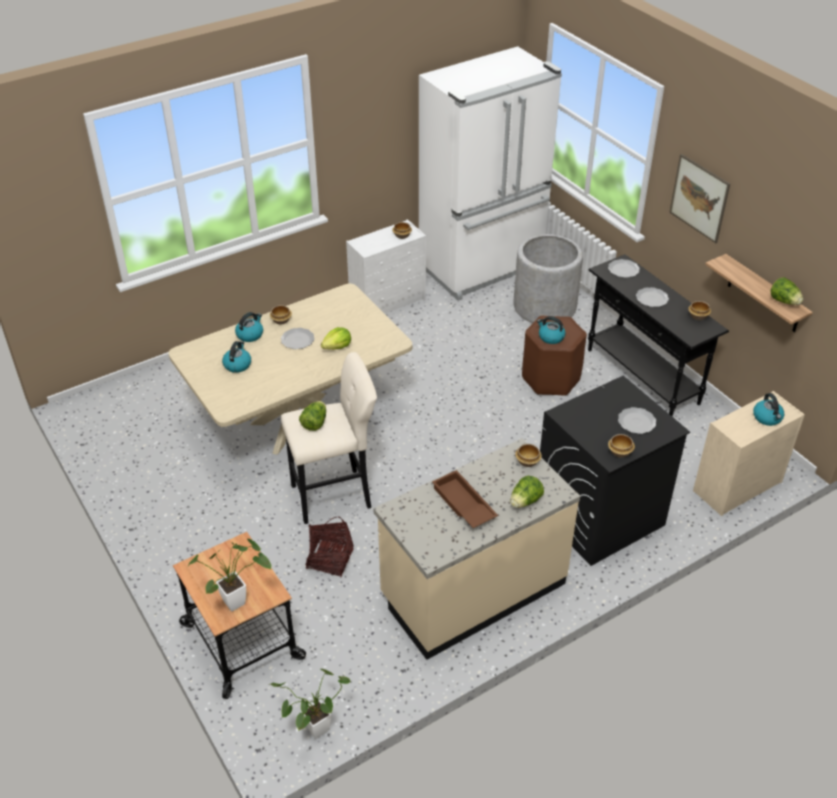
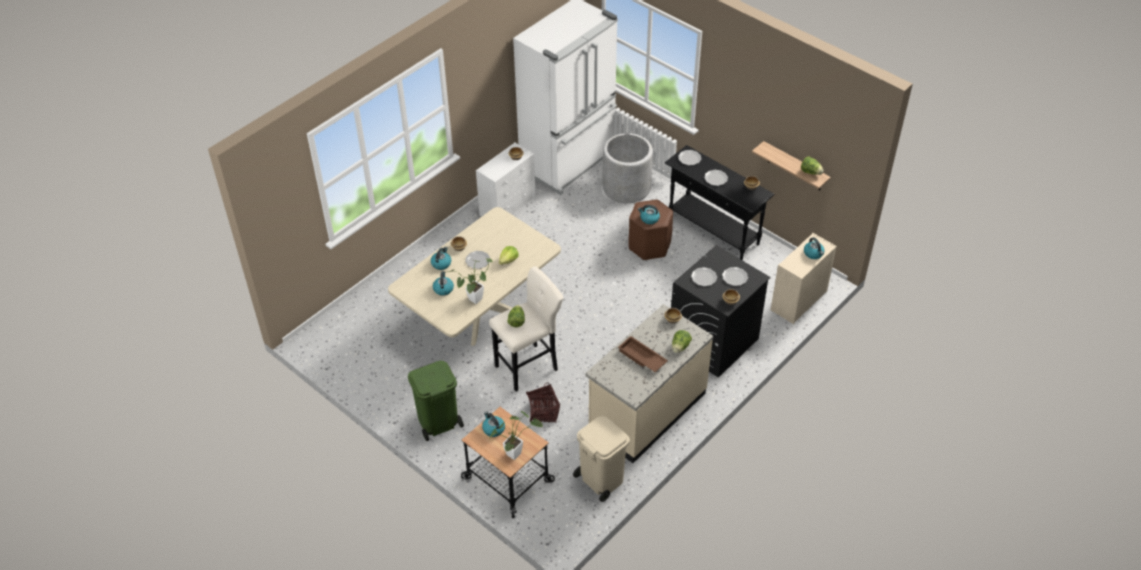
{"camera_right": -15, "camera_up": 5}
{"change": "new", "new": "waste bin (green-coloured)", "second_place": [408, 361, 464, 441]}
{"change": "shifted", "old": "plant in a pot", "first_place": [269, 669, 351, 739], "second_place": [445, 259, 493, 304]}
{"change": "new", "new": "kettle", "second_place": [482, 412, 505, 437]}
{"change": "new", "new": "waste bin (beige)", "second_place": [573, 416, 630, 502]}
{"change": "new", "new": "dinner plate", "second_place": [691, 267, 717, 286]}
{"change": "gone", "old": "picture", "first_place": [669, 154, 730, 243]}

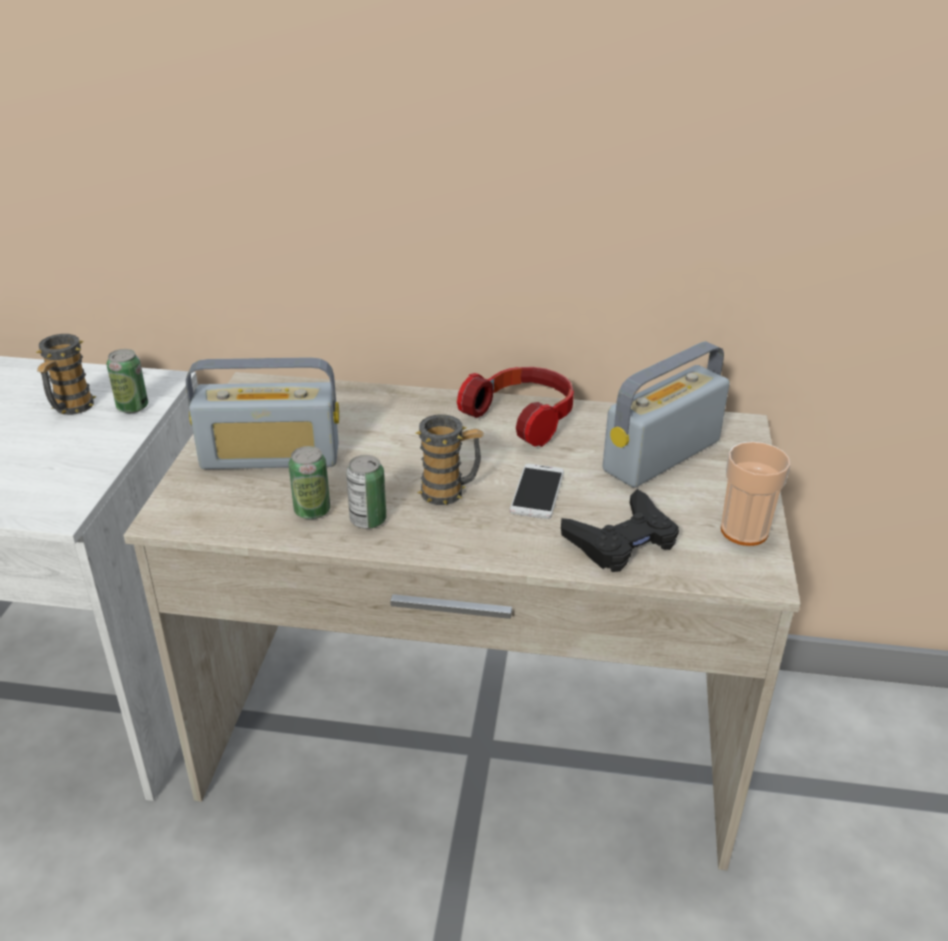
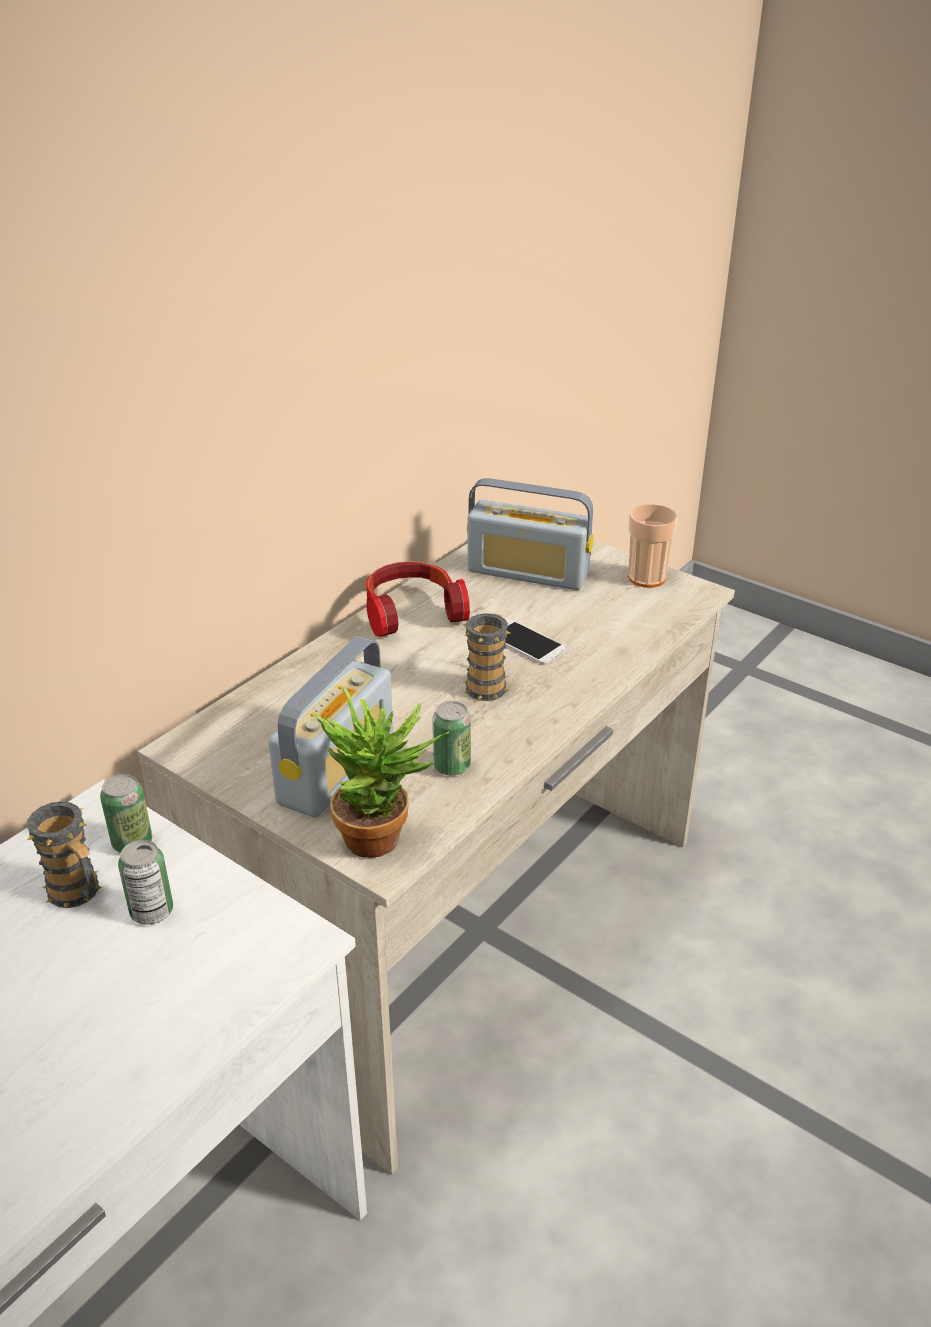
{"camera_right": -60, "camera_up": 0}
{"change": "shifted", "old": "metal can", "first_place": [346, 455, 386, 529], "second_place": [118, 840, 173, 925]}
{"change": "new", "new": "plant in a pot", "second_place": [315, 686, 449, 858]}
{"change": "rotated", "old": "radio set", "first_place": [603, 341, 730, 488], "second_place": [467, 478, 594, 590], "degrees": -60}
{"change": "gone", "old": "game controller (blackish)", "first_place": [561, 489, 679, 572]}

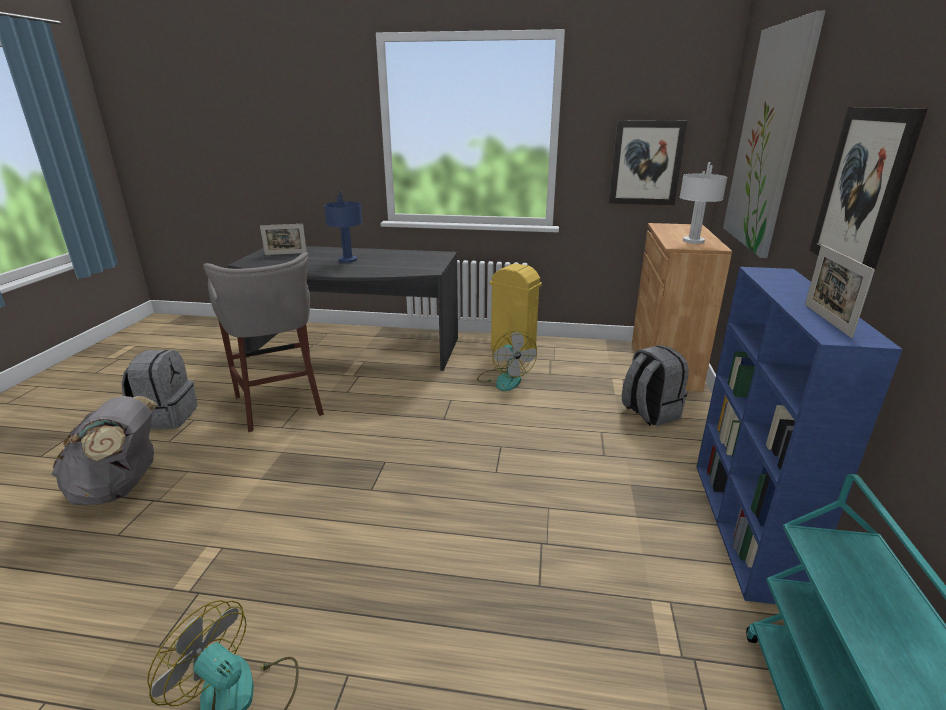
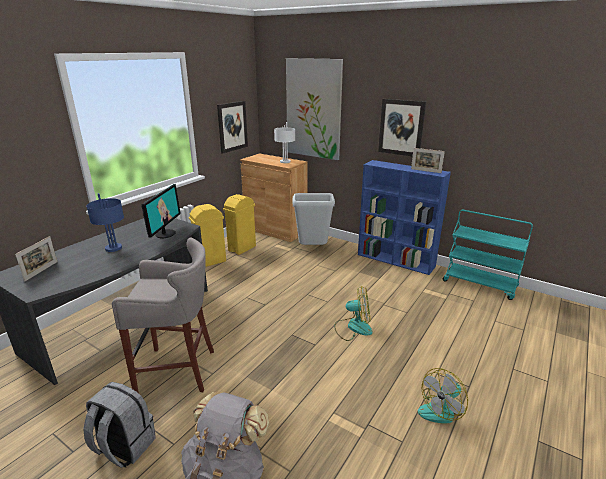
{"camera_right": -65, "camera_up": 0}
{"change": "new", "new": "computer display", "second_place": [141, 184, 181, 238]}
{"change": "new", "new": "waste bin (yellowish)", "second_place": [223, 194, 256, 255]}
{"change": "swapped", "old": "rucksack (gray)", "new": "waste bin (gray)", "first_place": [622, 345, 689, 426], "second_place": [292, 193, 335, 245]}
{"change": "shifted", "old": "cooling fan", "first_place": [477, 330, 537, 391], "second_place": [334, 286, 372, 341]}

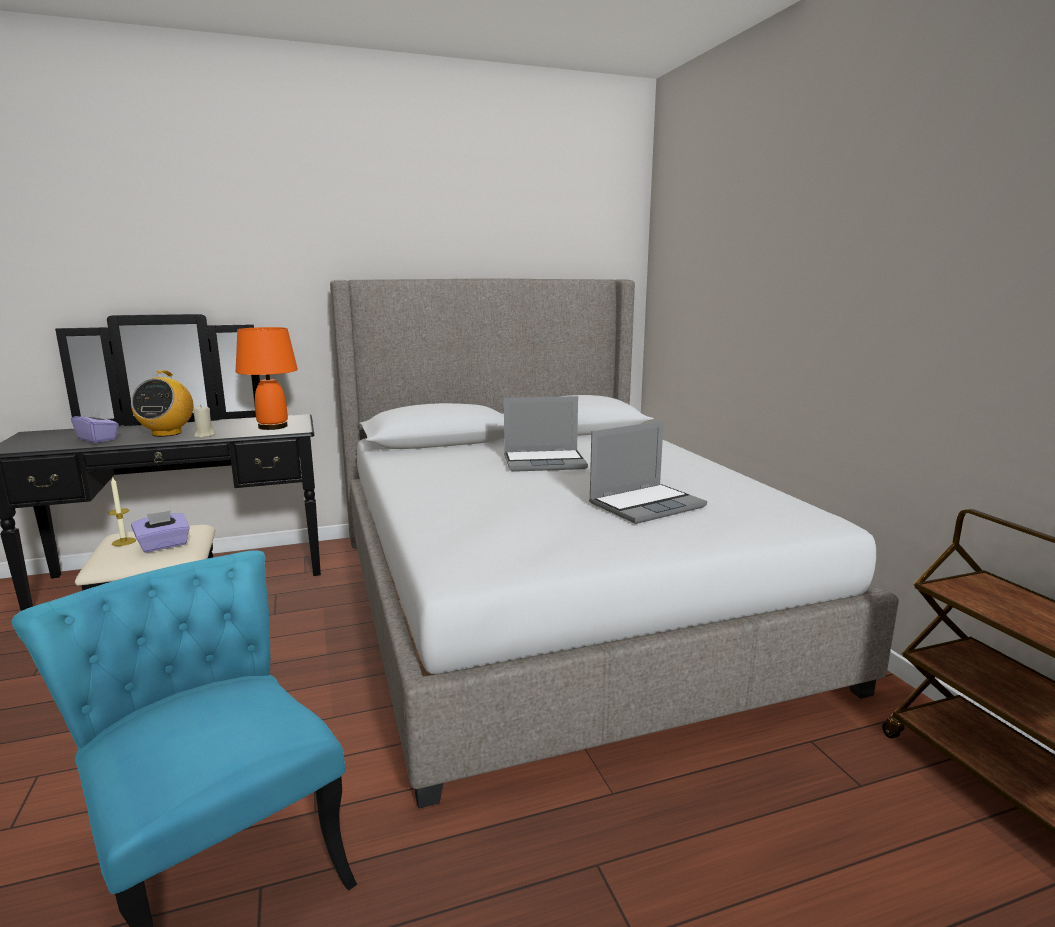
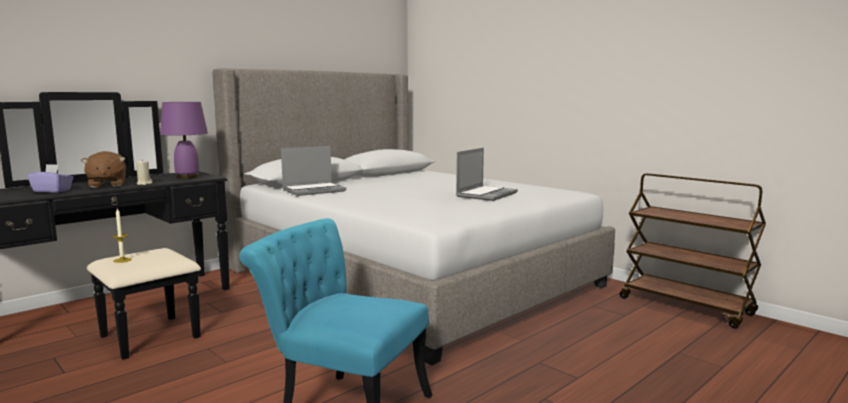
{"camera_right": -25, "camera_up": -5}
{"change": "swapped", "old": "radio set", "new": "cuddly toy (brown-coloured)", "first_place": [131, 370, 193, 437], "second_place": [81, 151, 126, 188]}
{"change": "repainted", "old": "tabletop lamp (orange)", "new": "tabletop lamp (purplish)", "first_place": [236, 327, 298, 430], "second_place": [160, 102, 208, 179]}
{"change": "shifted", "old": "notebook computer", "first_place": [504, 396, 588, 472], "second_place": [281, 146, 347, 196]}
{"change": "gone", "old": "tissue holder (purplish)", "first_place": [131, 510, 190, 553]}

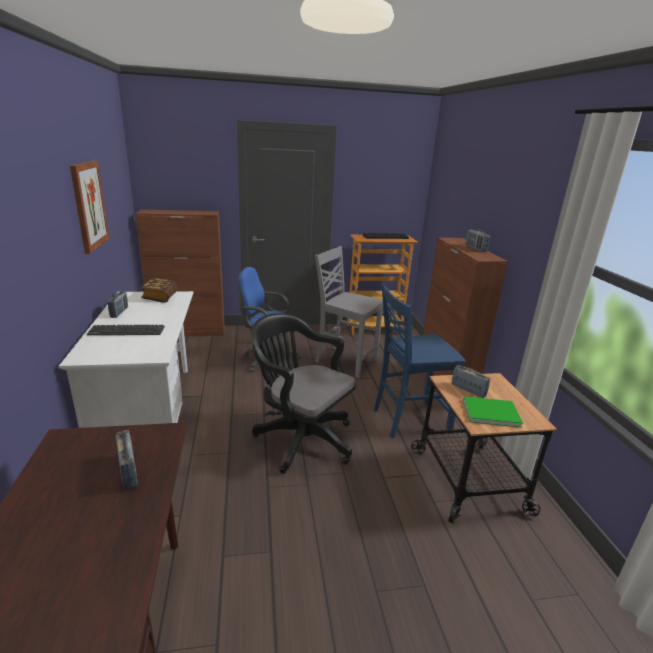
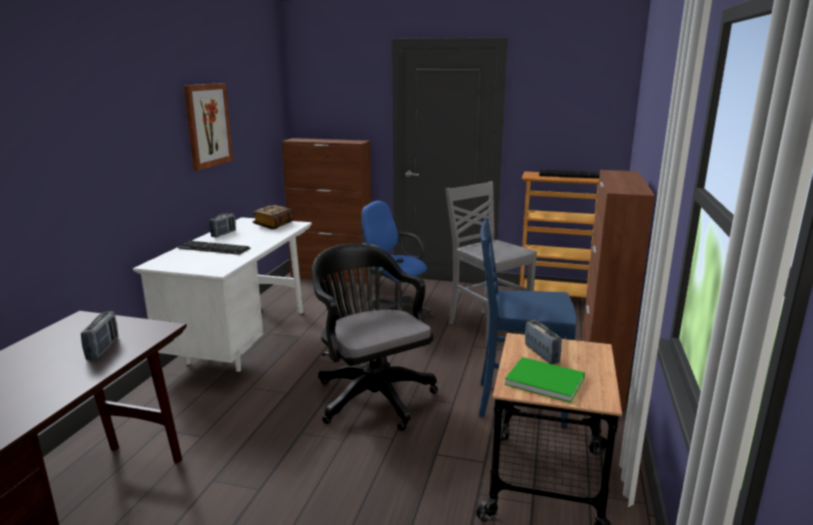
{"camera_right": 25, "camera_up": -5}
{"change": "gone", "old": "radio set", "first_place": [466, 229, 490, 252]}

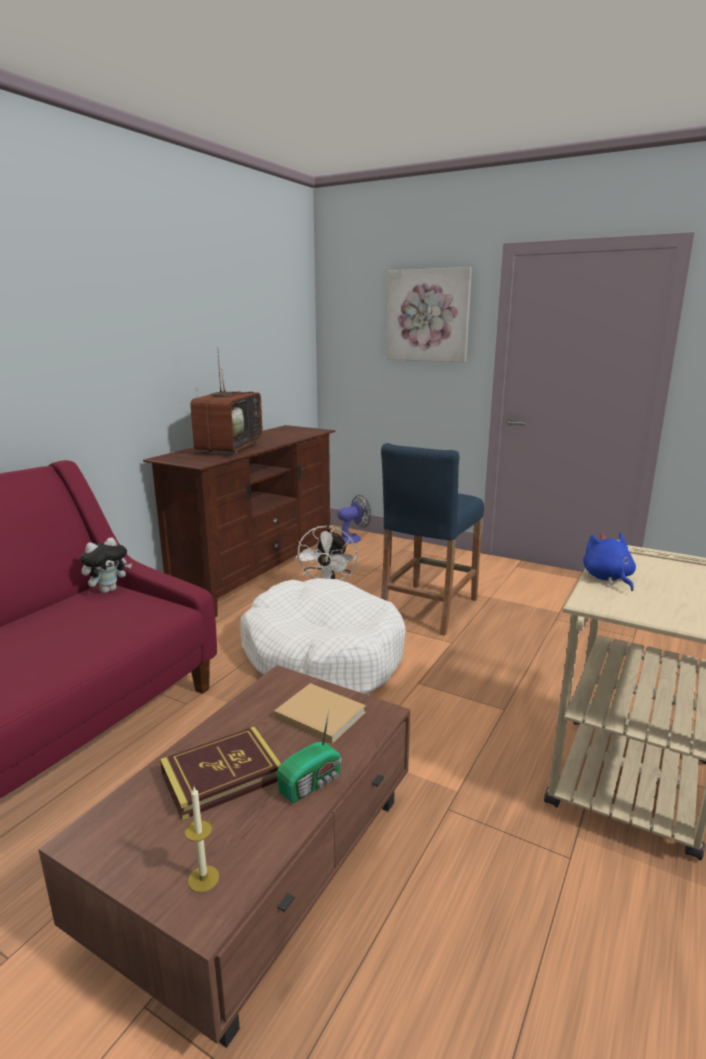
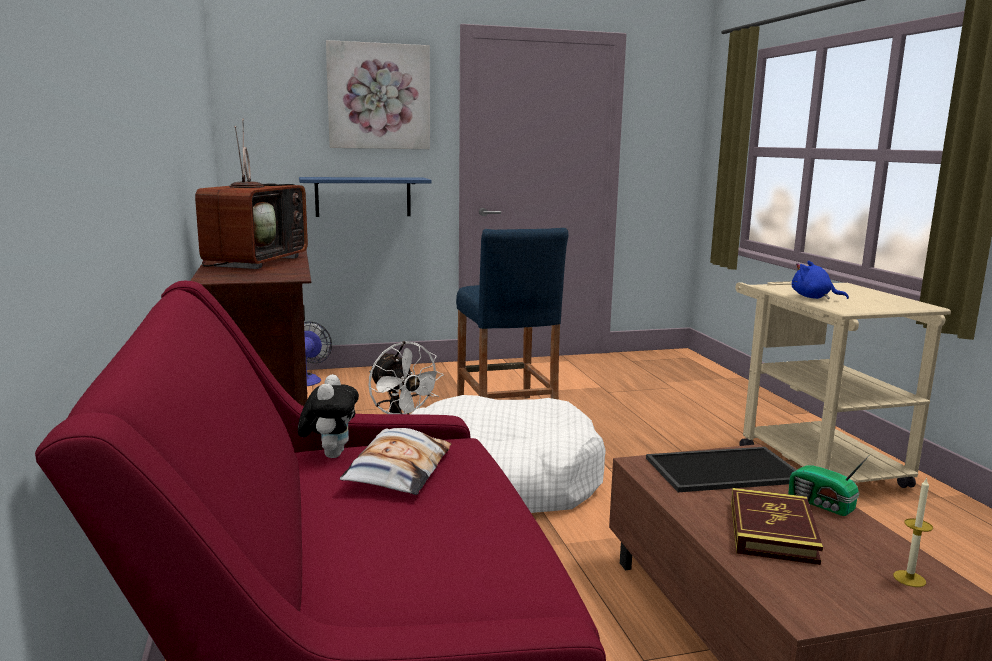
{"camera_right": -45, "camera_up": -5}
{"change": "rotated", "old": "TV", "first_place": [190, 346, 263, 455], "second_place": [195, 118, 308, 269], "degrees": 45}
{"change": "new", "new": "wall shelf (bluish)", "second_place": [299, 177, 432, 217]}
{"change": "new", "new": "throw pillow", "second_place": [340, 428, 451, 495]}
{"change": "swapped", "old": "volume (beige)", "new": "tray", "first_place": [274, 683, 366, 744], "second_place": [646, 447, 796, 492]}
{"change": "rotated", "old": "radio set", "first_place": [277, 710, 342, 803], "second_place": [788, 455, 870, 516], "degrees": 135}

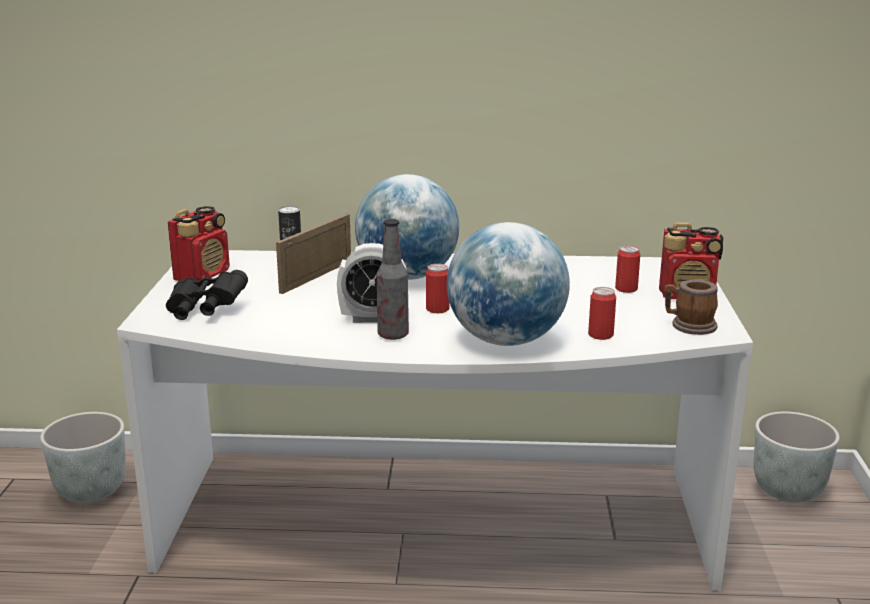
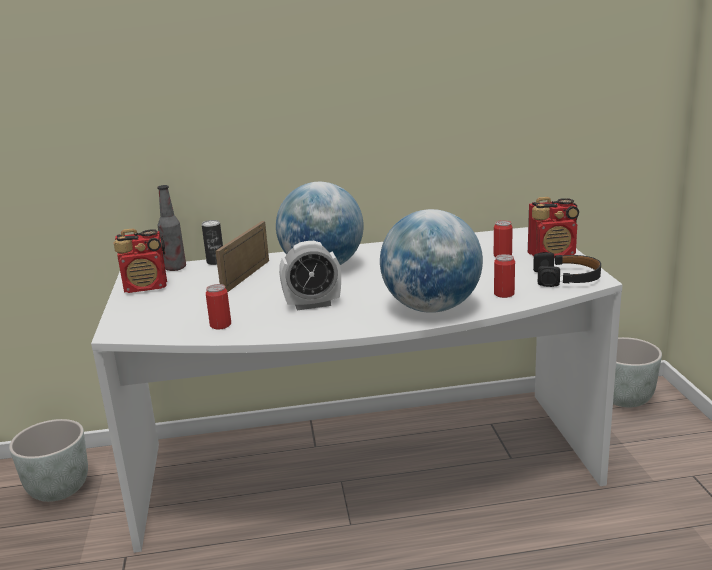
{"camera_right": -10, "camera_up": 0}
{"change": "rotated", "old": "radio set", "first_place": [168, 206, 230, 281], "second_place": [114, 228, 167, 293], "degrees": 60}
{"change": "shifted", "old": "beverage bottle", "first_place": [377, 219, 409, 340], "second_place": [157, 185, 186, 271]}
{"change": "shifted", "old": "metal can", "first_place": [426, 264, 450, 313], "second_place": [206, 284, 231, 330]}
{"change": "swapped", "old": "mug", "new": "headphones (blackish)", "first_place": [664, 280, 718, 335], "second_place": [533, 252, 601, 287]}
{"change": "gone", "old": "pair of binoculars (blackish)", "first_place": [166, 270, 248, 320]}

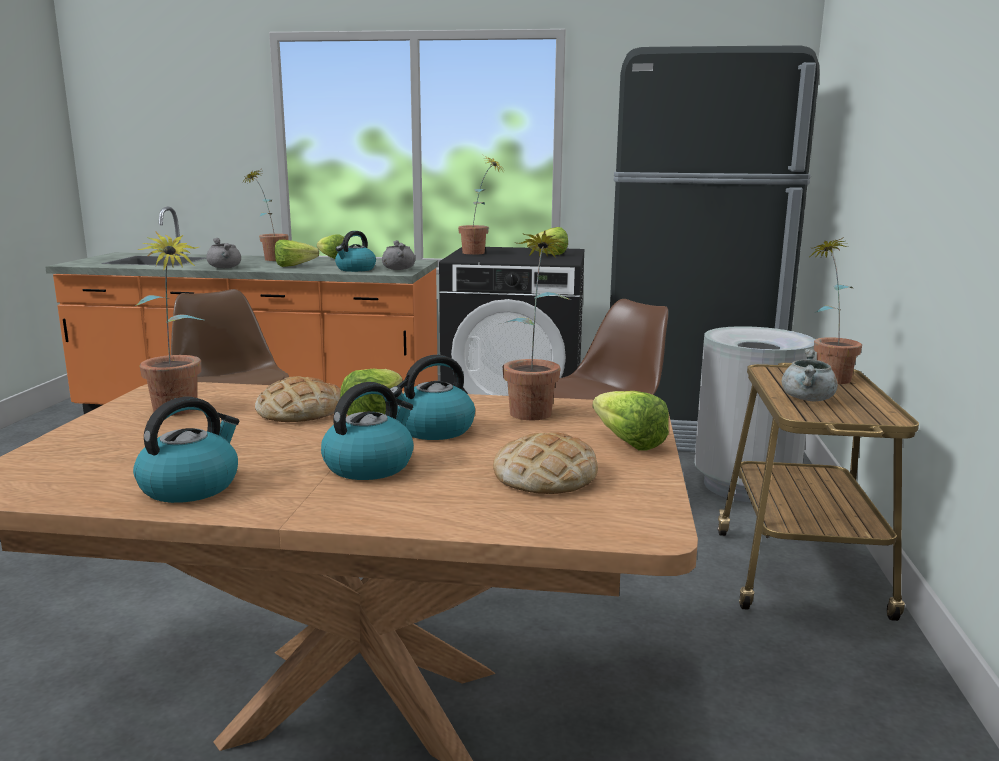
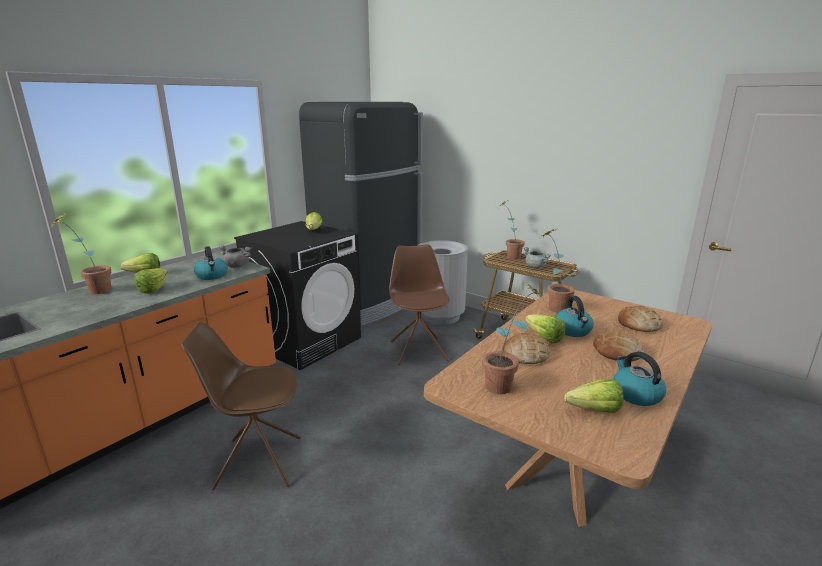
{"camera_right": -60, "camera_up": 5}
{"change": "shifted", "old": "lettuce head", "first_place": [592, 391, 669, 451], "second_place": [564, 379, 623, 413]}
{"change": "swapped", "old": "kettle", "new": "baked bread", "first_place": [321, 382, 414, 480], "second_place": [593, 330, 644, 361]}
{"change": "gone", "old": "saucepot (gray)", "first_place": [206, 238, 241, 268]}
{"change": "gone", "old": "plant in a pot", "first_place": [458, 156, 506, 255]}

